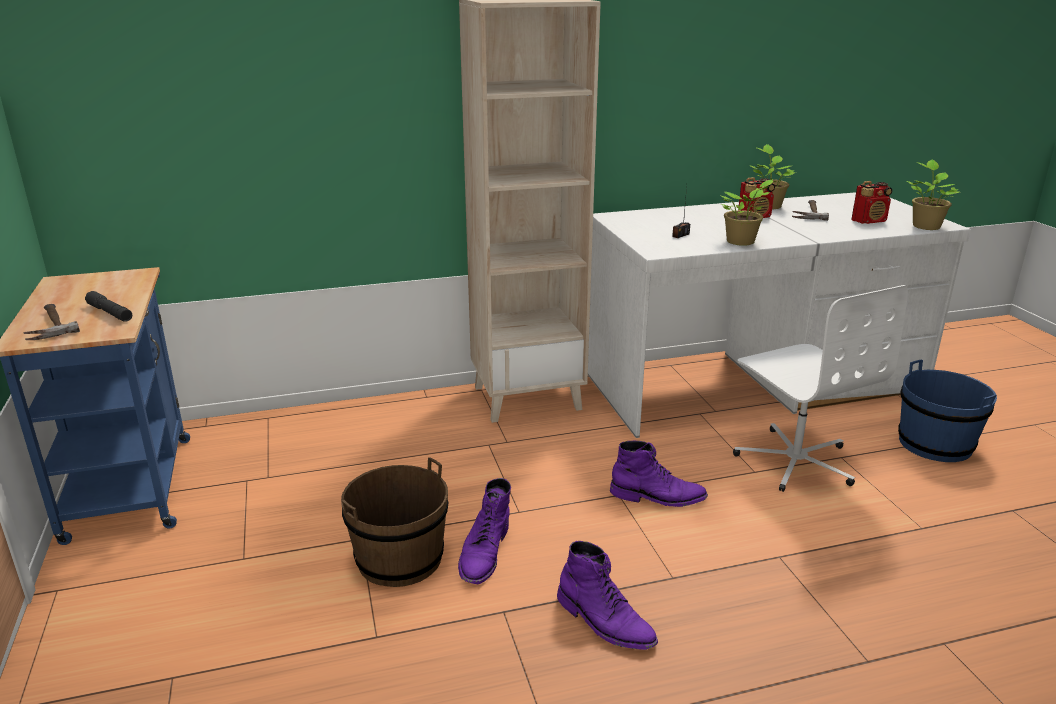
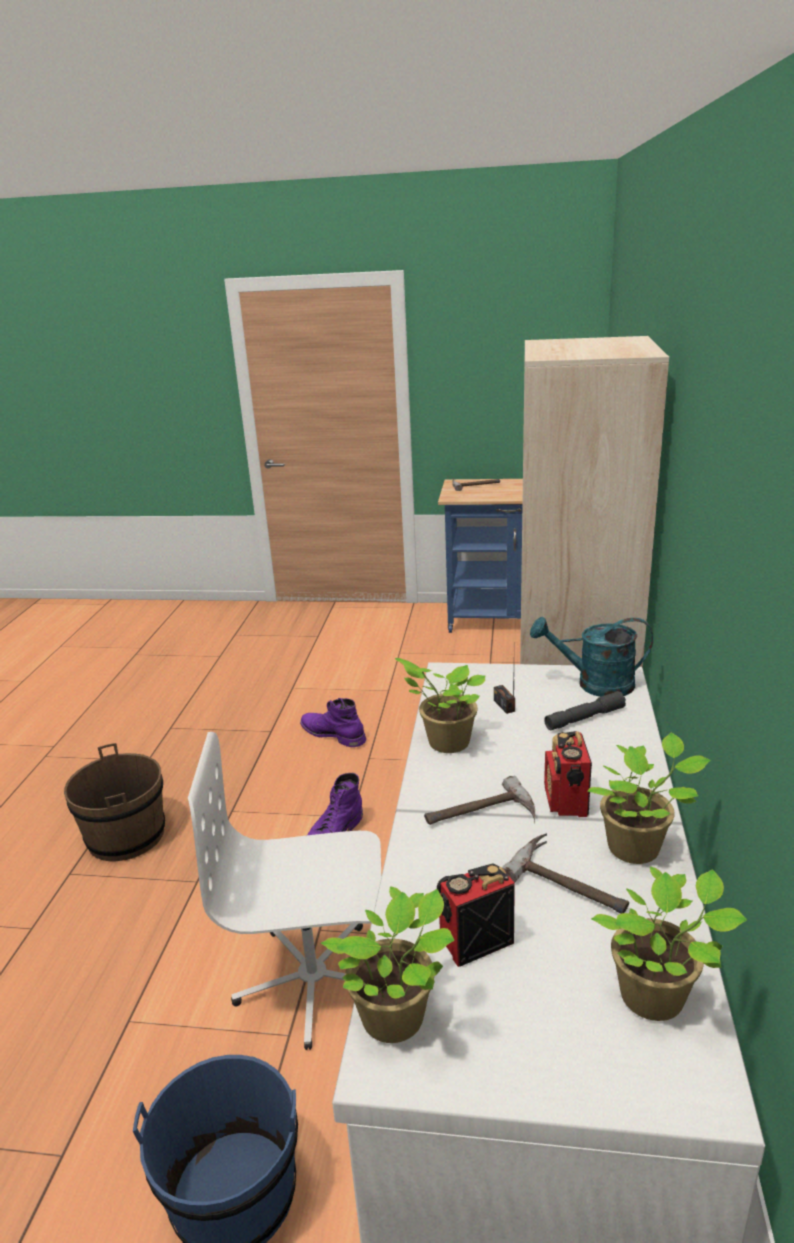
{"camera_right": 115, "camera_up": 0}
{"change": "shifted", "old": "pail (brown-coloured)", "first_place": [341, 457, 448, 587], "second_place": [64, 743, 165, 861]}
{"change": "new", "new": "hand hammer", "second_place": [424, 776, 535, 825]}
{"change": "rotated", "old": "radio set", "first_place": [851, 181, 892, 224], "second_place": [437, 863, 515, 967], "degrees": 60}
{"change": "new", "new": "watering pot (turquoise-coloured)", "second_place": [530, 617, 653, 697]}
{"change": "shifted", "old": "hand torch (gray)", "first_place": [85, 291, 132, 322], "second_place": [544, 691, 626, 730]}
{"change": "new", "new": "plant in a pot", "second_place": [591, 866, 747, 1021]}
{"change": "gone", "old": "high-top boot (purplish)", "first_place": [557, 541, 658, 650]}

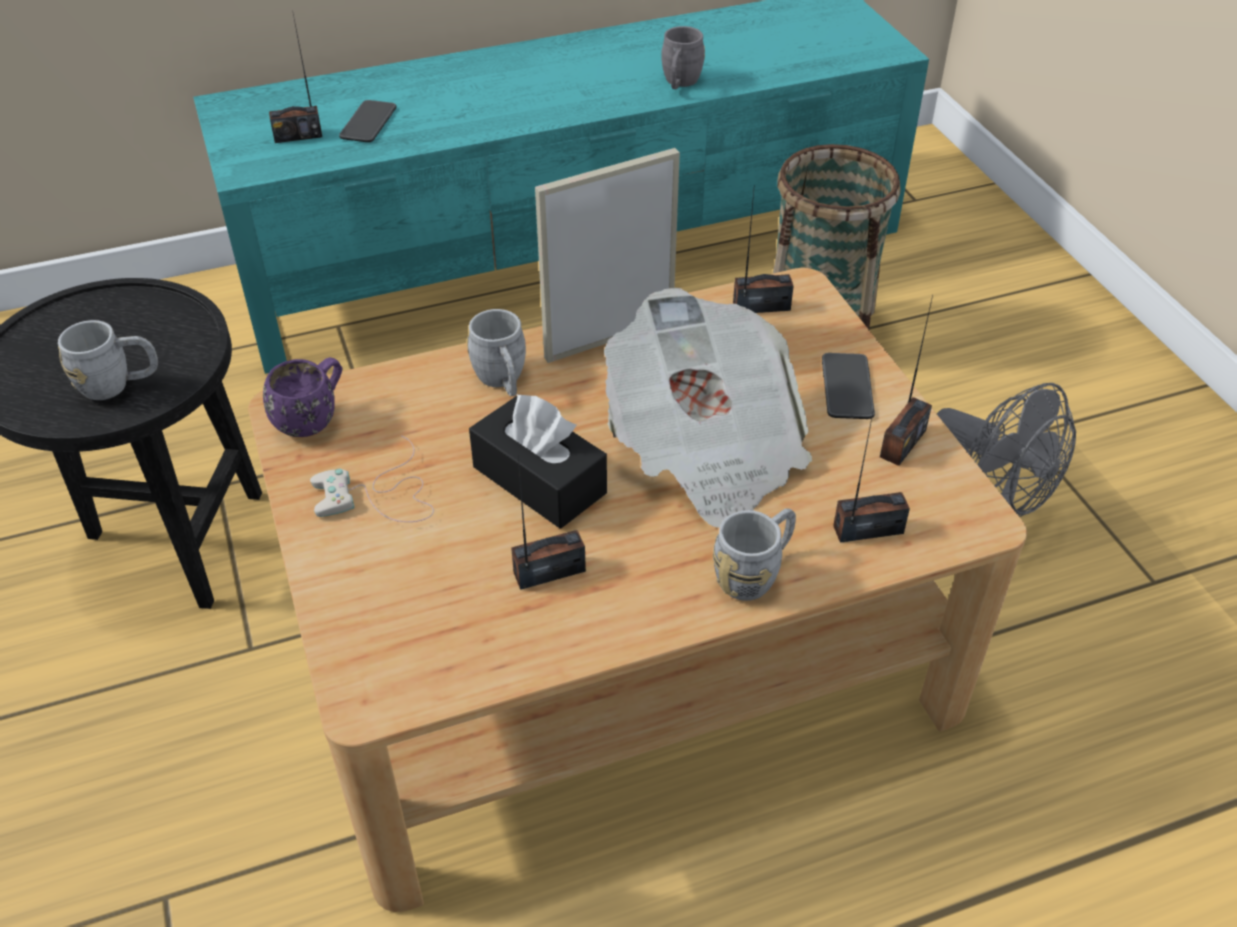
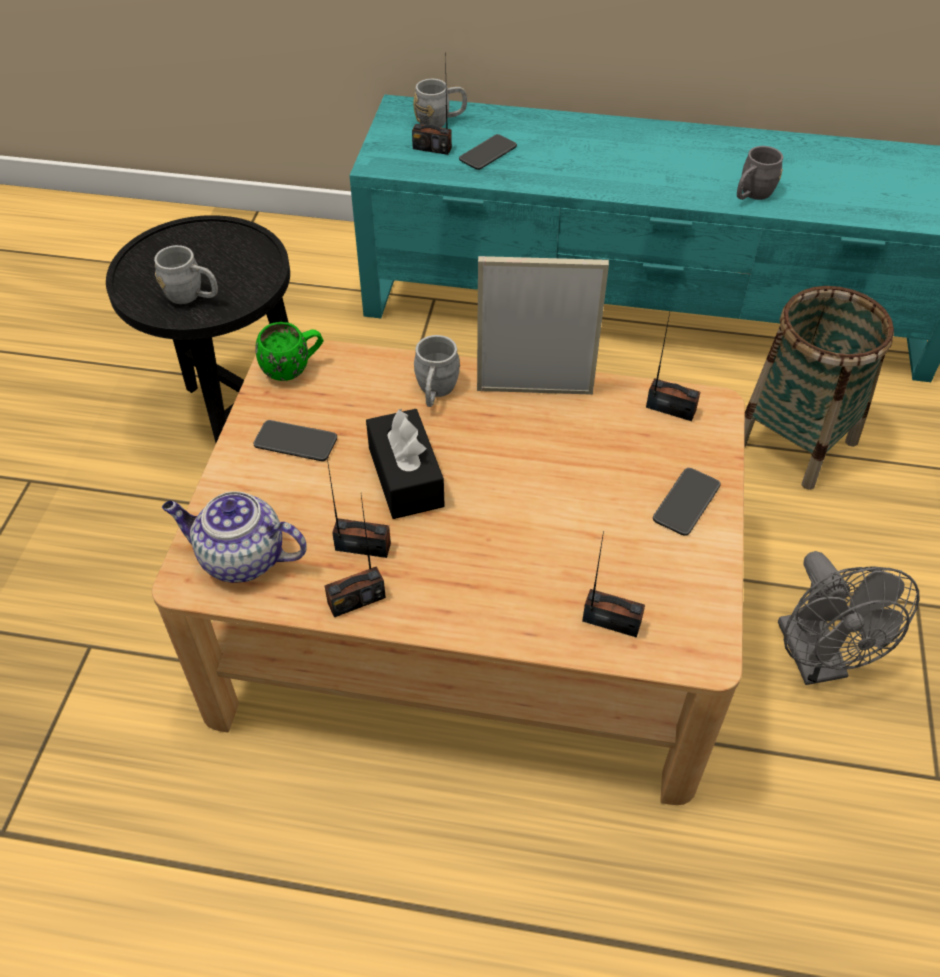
{"camera_right": 30, "camera_up": 5}
{"change": "new", "new": "teapot", "second_place": [162, 491, 307, 583]}
{"change": "swapped", "old": "game controller (white-coloured)", "new": "phone", "first_place": [310, 435, 434, 522], "second_place": [254, 420, 337, 461]}
{"change": "repainted", "old": "mug (purplish)", "new": "mug (green-coloured)", "first_place": [263, 357, 343, 437], "second_place": [255, 322, 323, 381]}
{"change": "shifted", "old": "radio set", "first_place": [880, 295, 933, 466], "second_place": [324, 495, 386, 617]}
{"change": "shifted", "old": "mug (gray)", "first_place": [713, 508, 796, 601], "second_place": [413, 79, 467, 128]}
{"change": "gone", "old": "printed paper", "first_place": [604, 288, 812, 528]}

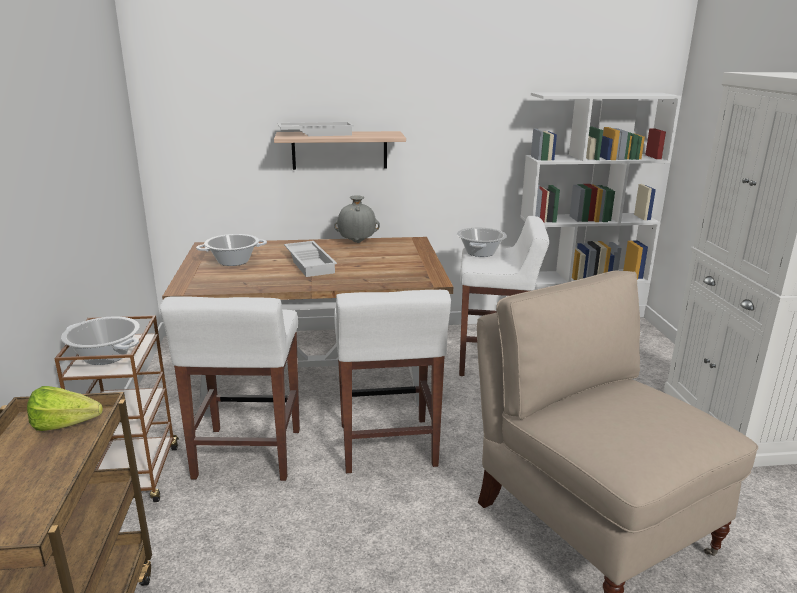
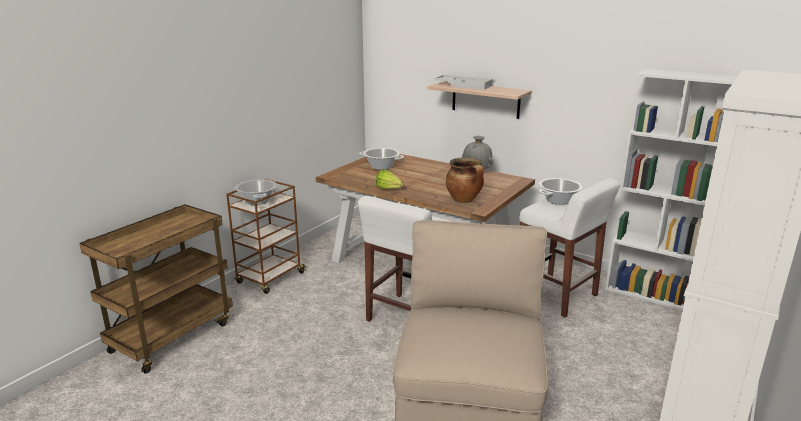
{"camera_right": 40, "camera_up": 0}
{"change": "shifted", "old": "lettuce head", "first_place": [27, 386, 103, 431], "second_place": [376, 170, 403, 189]}
{"change": "new", "new": "saucepot", "second_place": [446, 158, 484, 203]}
{"change": "gone", "old": "stool seat (white-coloured)", "first_place": [160, 296, 300, 481]}
{"change": "gone", "old": "tray (white-coloured)", "first_place": [284, 241, 337, 277]}

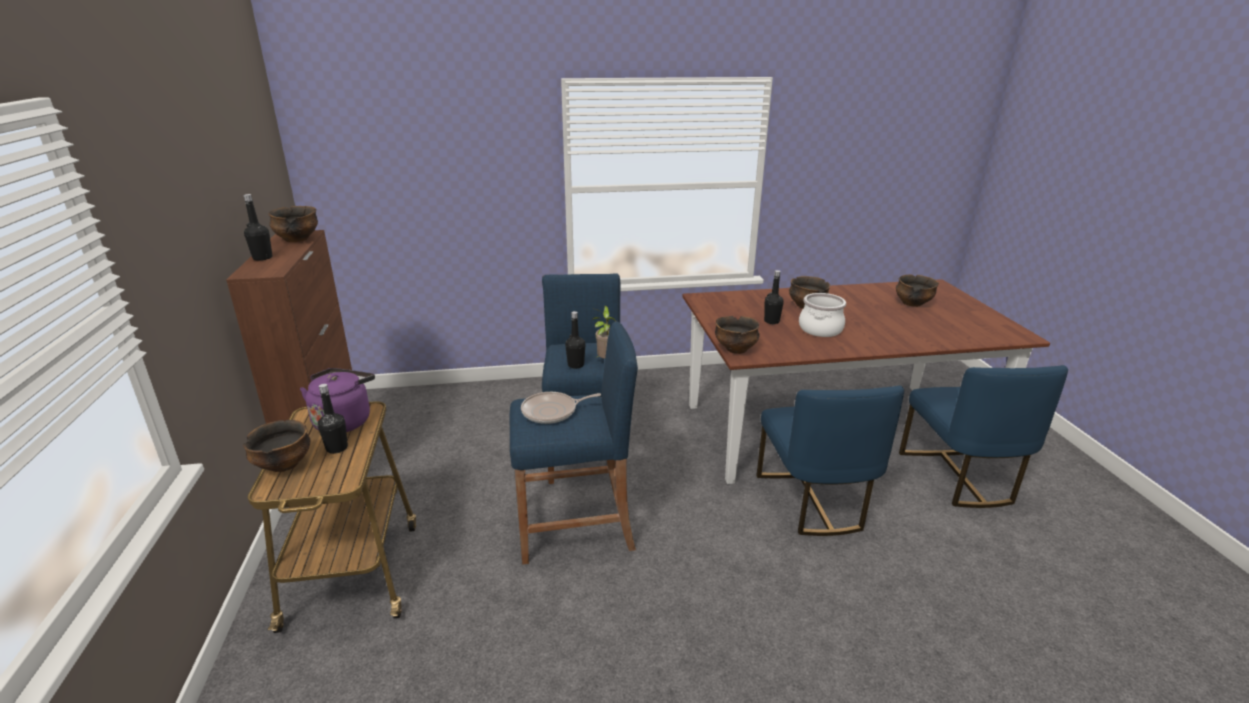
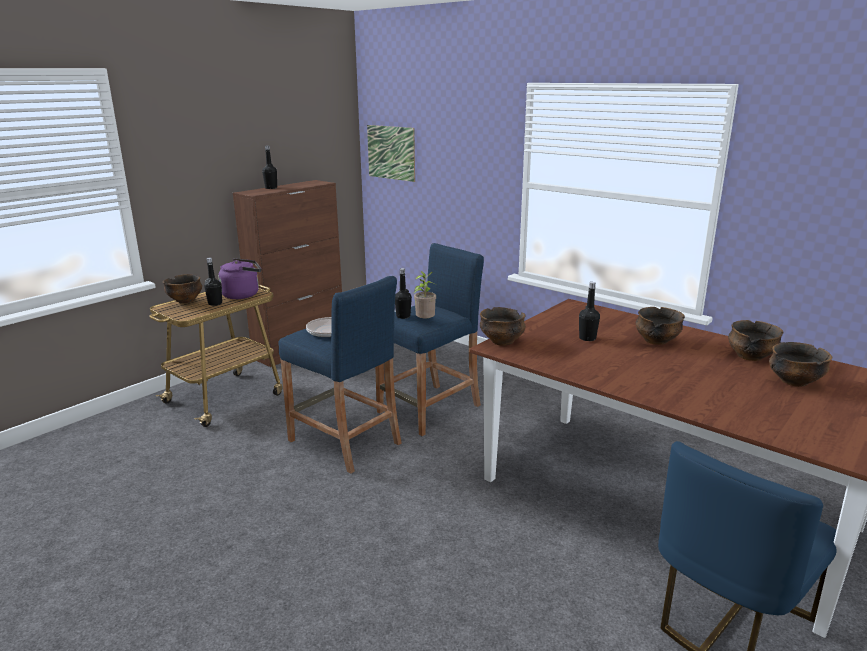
{"camera_right": 50, "camera_up": -5}
{"change": "new", "new": "picture", "second_place": [367, 125, 415, 182]}
{"change": "shifted", "old": "serving bowl", "first_place": [268, 206, 318, 242], "second_place": [728, 320, 784, 361]}
{"change": "gone", "old": "plain chair (bluish)", "first_place": [756, 386, 904, 536]}
{"change": "gone", "old": "saucepot", "first_place": [799, 293, 846, 337]}

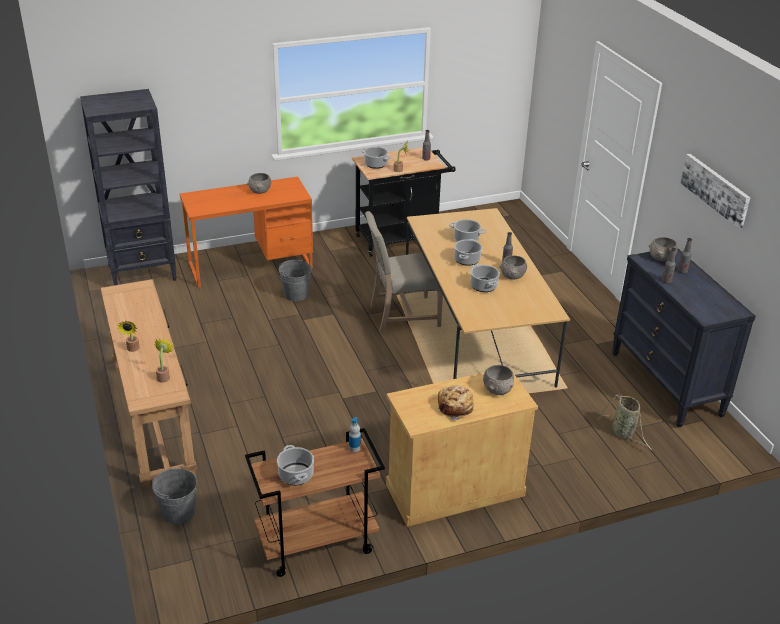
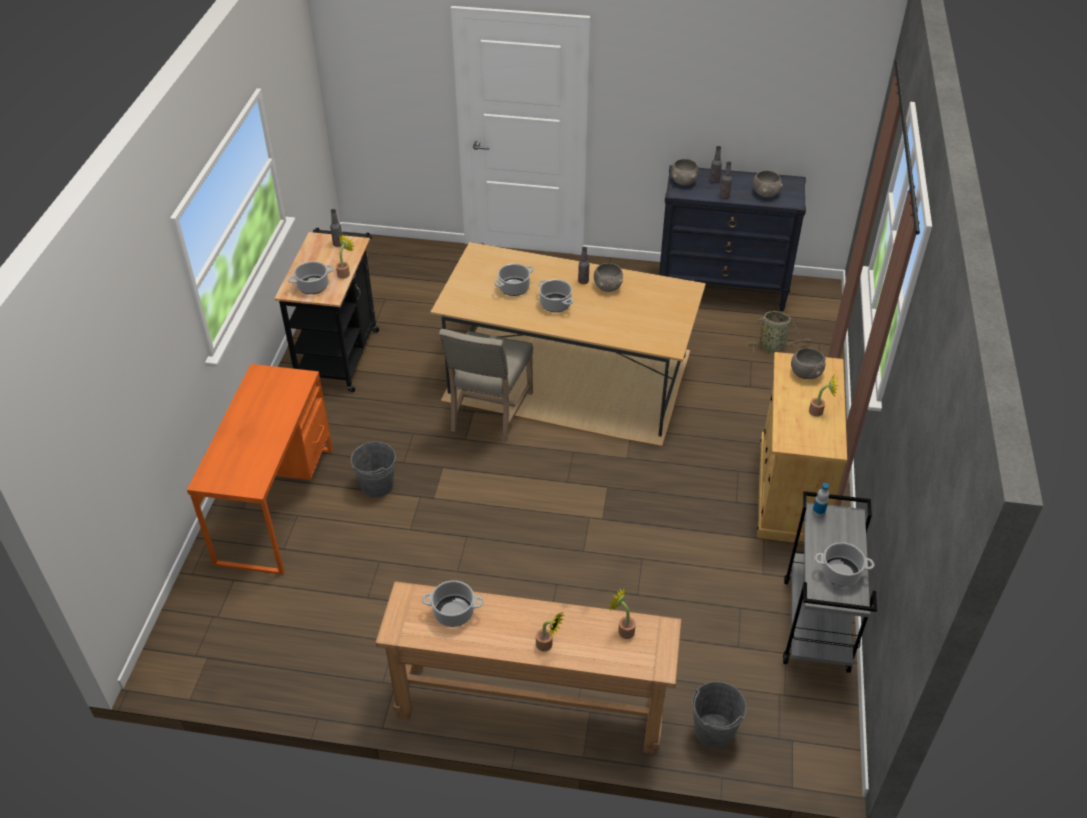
{"camera_right": -60, "camera_up": 10}
{"change": "shifted", "old": "saucepot", "first_place": [470, 264, 500, 292], "second_place": [422, 580, 484, 627]}
{"change": "shifted", "old": "serving bowl (gray)", "first_place": [247, 173, 271, 194], "second_place": [753, 170, 783, 198]}
{"change": "repainted", "old": "cart (brown-coloured)", "new": "cart (gray)", "first_place": [245, 428, 385, 577], "second_place": [783, 491, 877, 673]}
{"change": "swapped", "old": "baked bread", "new": "plant in a pot", "first_place": [438, 385, 474, 421], "second_place": [809, 375, 838, 417]}
{"change": "gone", "old": "bookcase (blackish)", "first_place": [80, 89, 177, 285]}
{"change": "gone", "old": "picture", "first_place": [681, 154, 750, 229]}

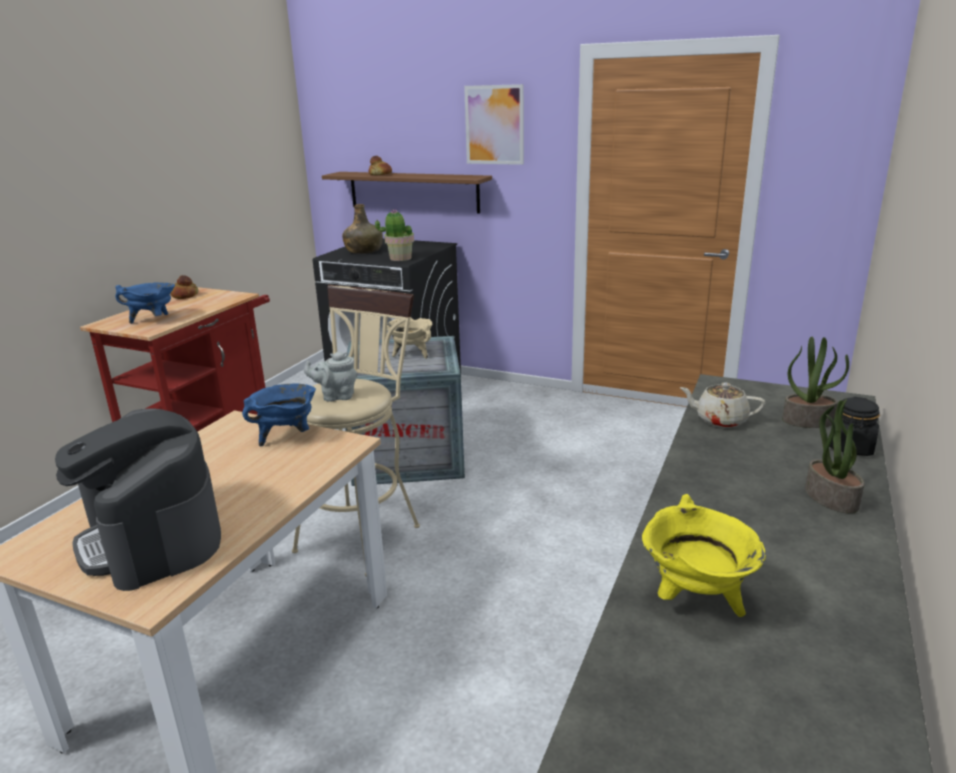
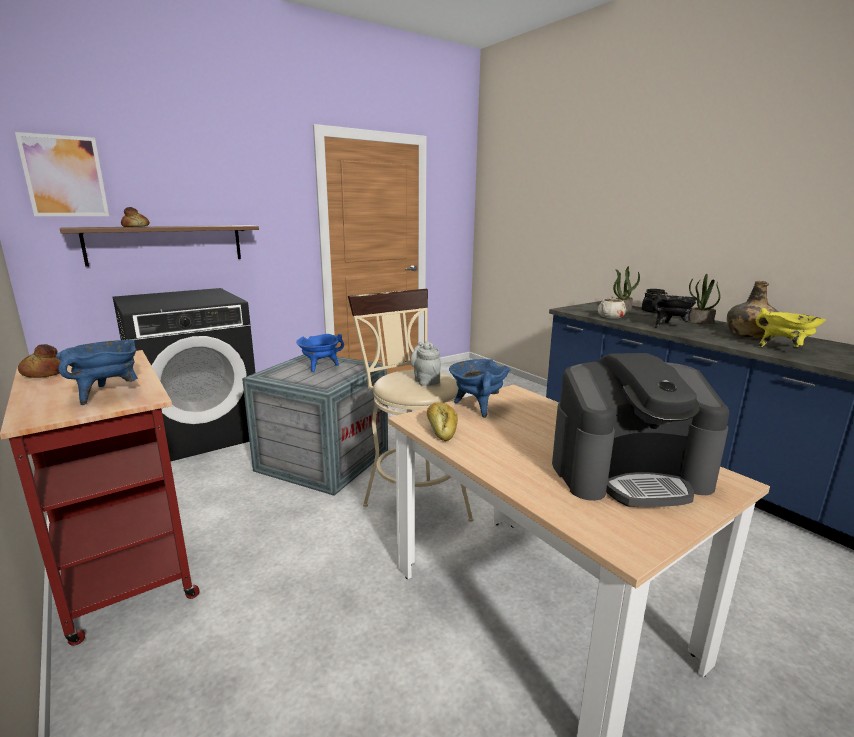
{"camera_right": -60, "camera_up": -5}
{"change": "shifted", "old": "picture", "first_place": [464, 84, 524, 165], "second_place": [15, 132, 109, 216]}
{"change": "repainted", "old": "saucepot (beige)", "new": "saucepot (bluish)", "first_place": [387, 317, 432, 359], "second_place": [296, 334, 344, 372]}
{"change": "rotated", "old": "teapot (gray)", "first_place": [304, 352, 357, 402], "second_place": [410, 341, 441, 386], "degrees": 135}
{"change": "new", "new": "baked bread", "second_place": [427, 402, 458, 441]}
{"change": "new", "new": "saucepot (blackish)", "second_place": [651, 294, 696, 328]}
{"change": "shifted", "old": "beverage bottle (green-coloured)", "first_place": [342, 204, 383, 254], "second_place": [727, 281, 778, 338]}
{"change": "gone", "old": "plant in a pot", "first_place": [375, 209, 414, 261]}

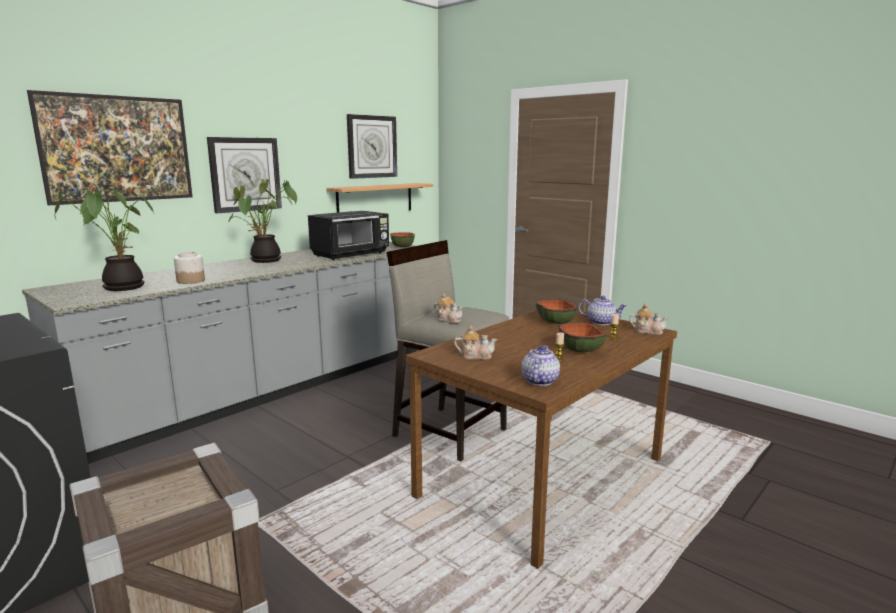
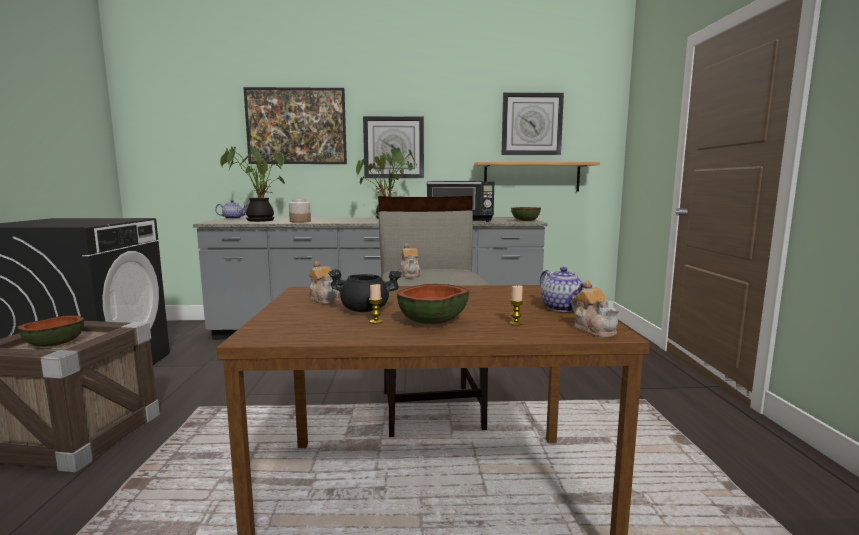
{"camera_right": 45, "camera_up": -5}
{"change": "shifted", "old": "serving bowl", "first_place": [536, 299, 578, 324], "second_place": [18, 315, 84, 347]}
{"change": "shifted", "old": "teapot", "first_place": [522, 346, 560, 386], "second_place": [215, 200, 248, 219]}
{"change": "new", "new": "saucepot (blackish)", "second_place": [328, 269, 402, 312]}

